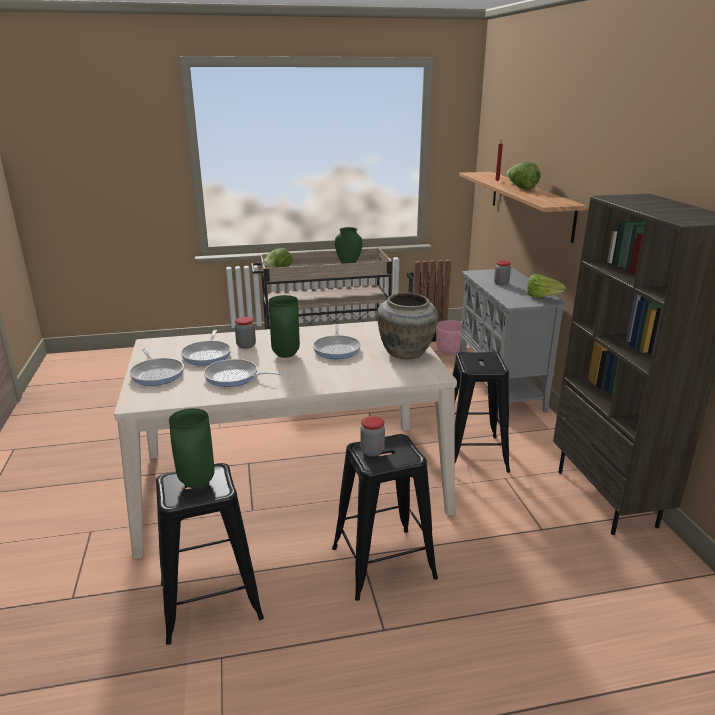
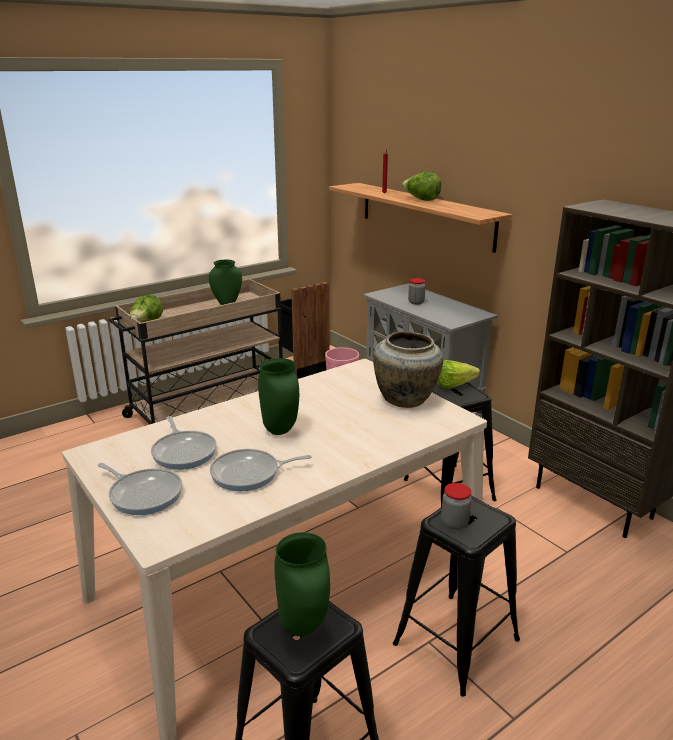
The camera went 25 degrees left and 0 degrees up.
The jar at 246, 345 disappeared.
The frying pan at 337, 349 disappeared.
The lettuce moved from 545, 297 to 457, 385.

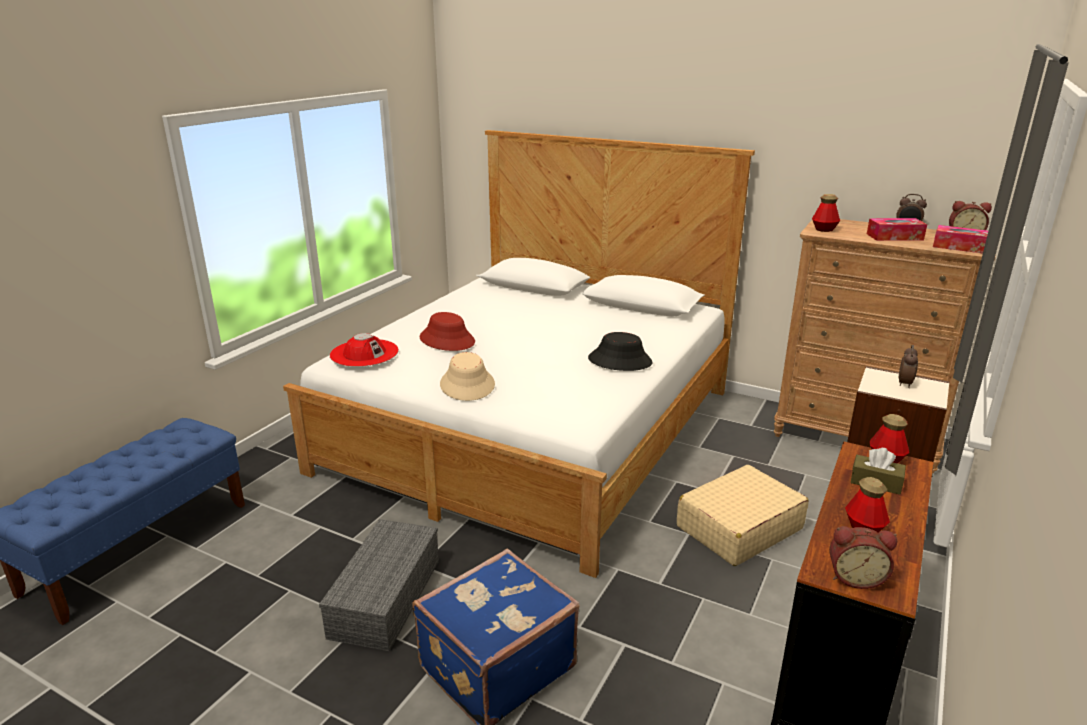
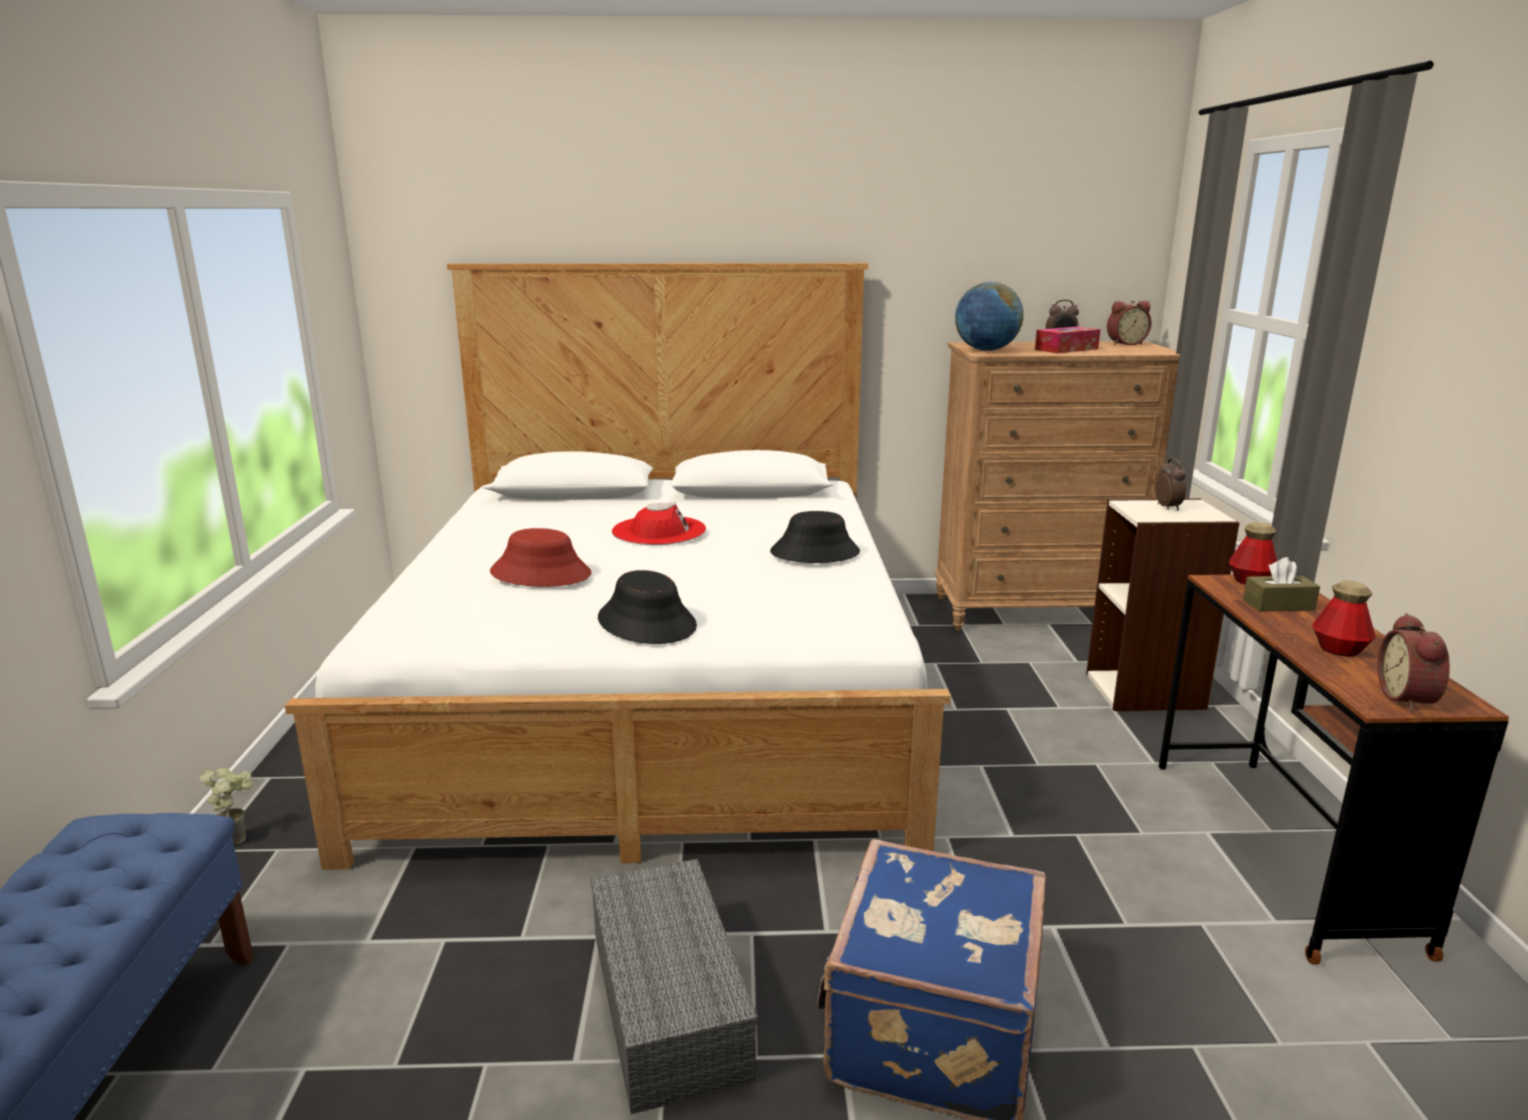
The camera went 30 degrees left and 5 degrees down.
The hat in red moved from 364, 353 to 659, 531.
The hat in beige at 467, 384 became the hat in black at 647, 622.
The suitcase in beige at 738, 527 disappeared.
The bottle at 824, 229 was replaced by the globe at 986, 350.
The alarm clock at 855, 577 turned 120 degrees clockwise.
The tissue box at 960, 247 disappeared.
The potted plant at 239, 836 appeared.

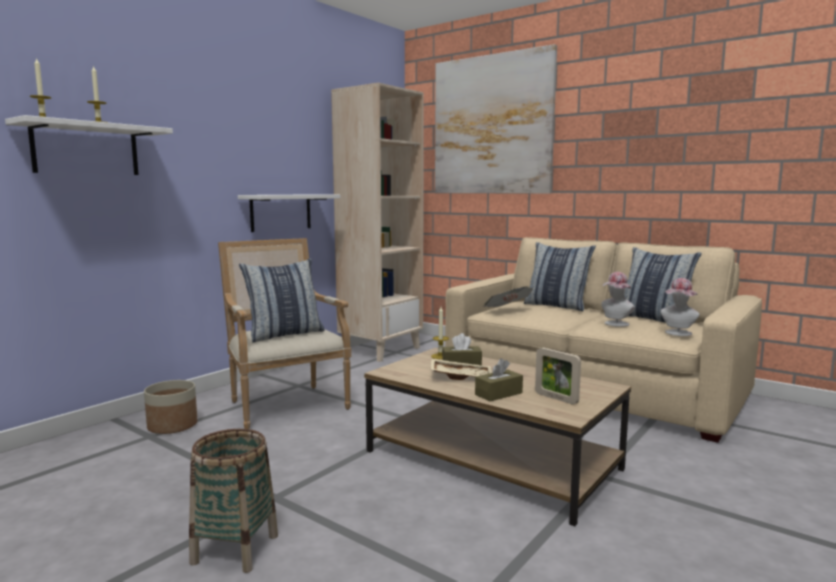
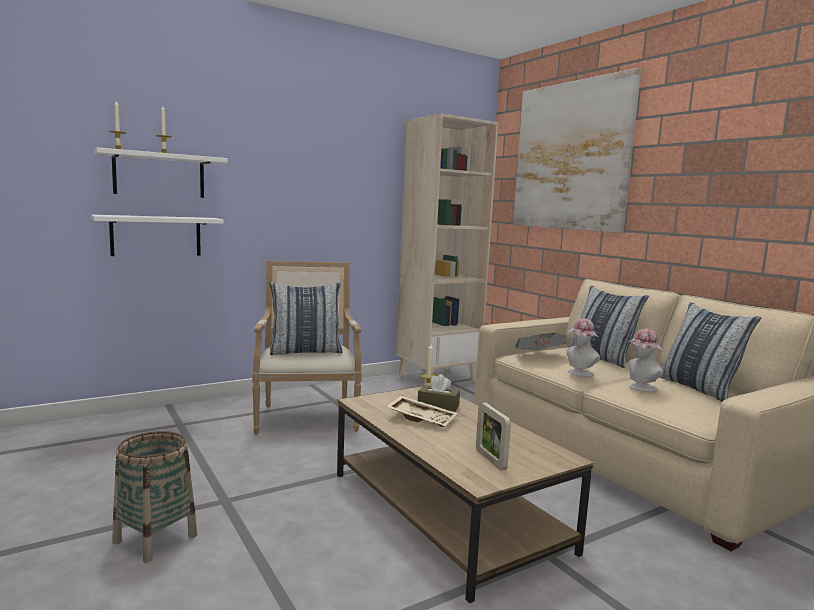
The camera went 20 degrees right and 0 degrees up.
The planter at 172, 425 disappeared.
The shelf in white moved from 281, 212 to 156, 236.
The tissue box in brown at 498, 394 disappeared.
The hat moved from 678, 333 to 579, 373.

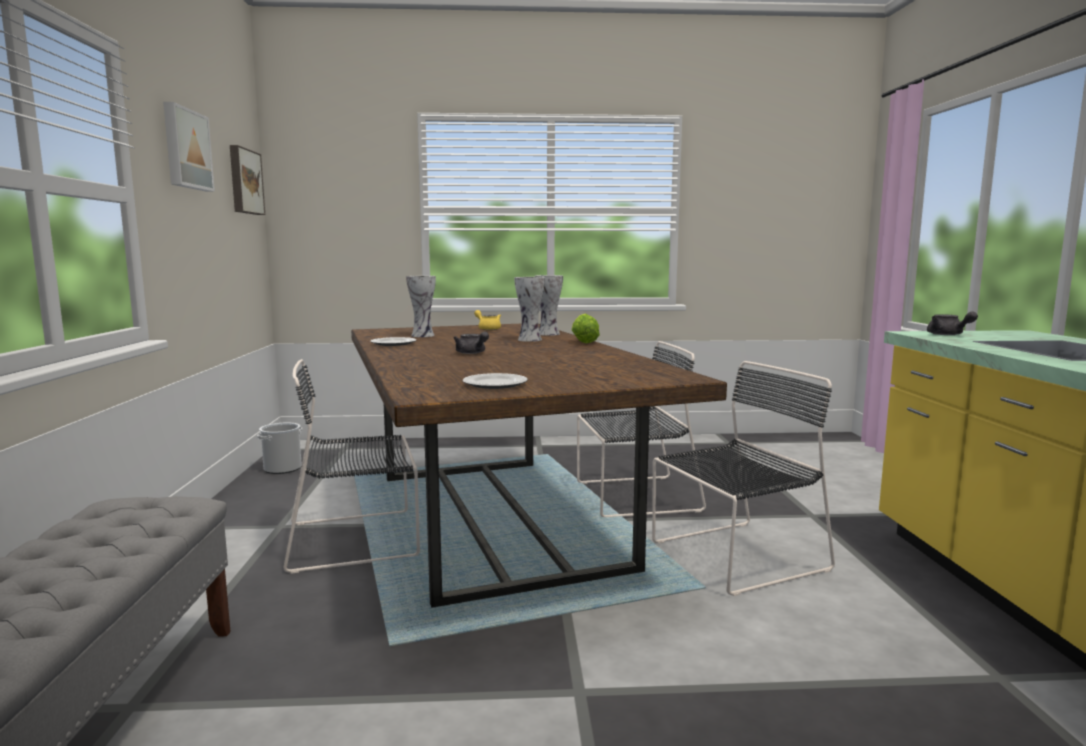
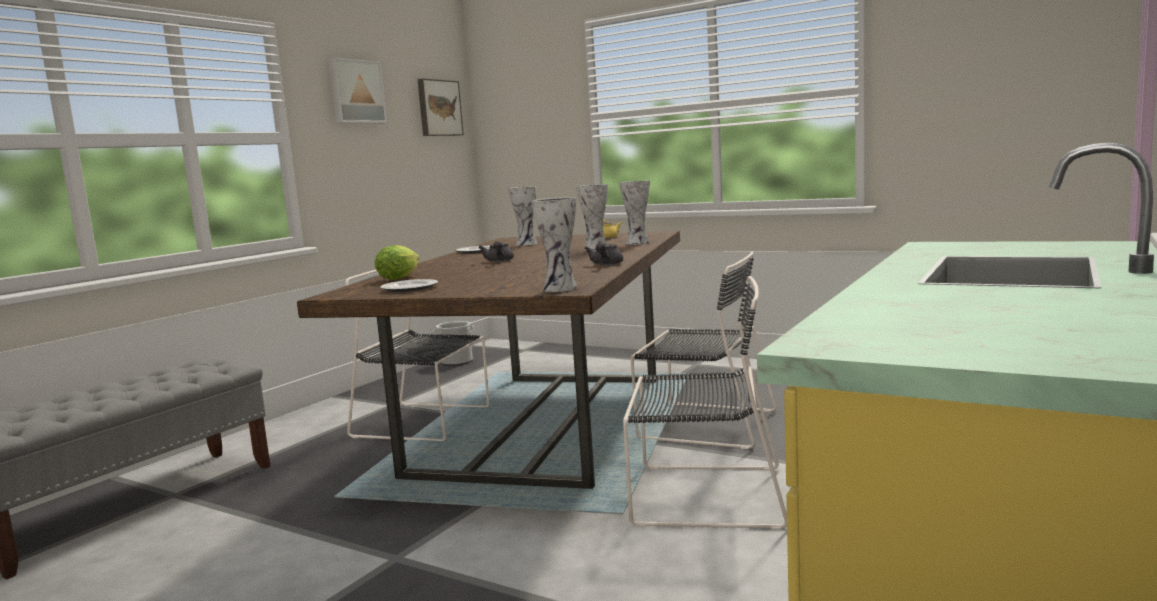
The camera went 35 degrees right and 0 degrees up.
The lettuce moved from 583, 342 to 401, 278.
The teapot in grey moved from 948, 335 to 605, 264.
The vase at 562, 288 appeared.

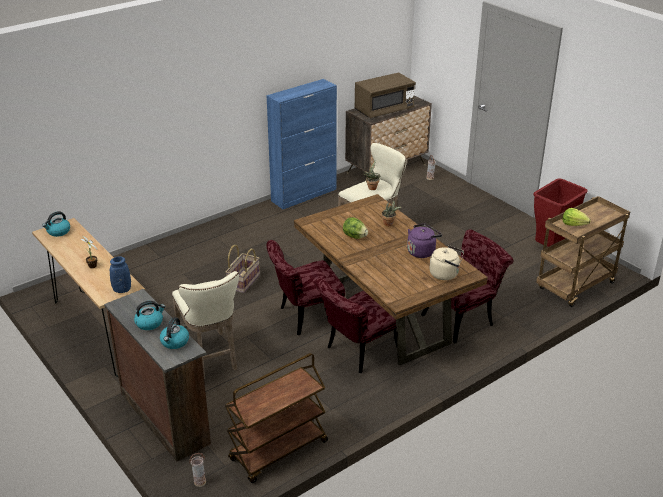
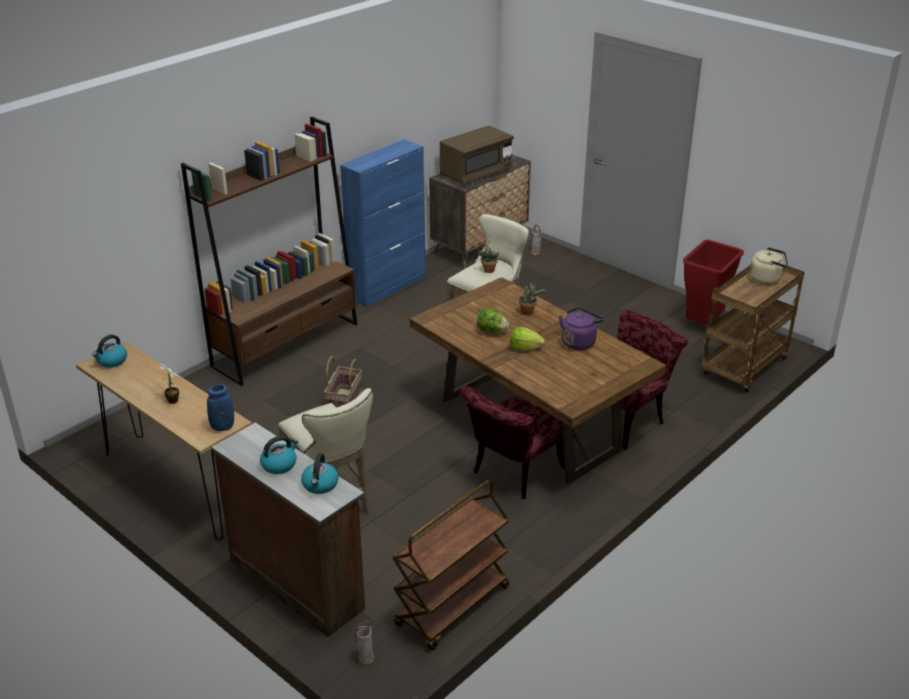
The camera went 10 degrees left and 0 degrees up.
The chair in red at 305, 317 disappeared.
The kettle in beige moved from 446, 274 to 767, 279.
The lettuce moved from 573, 224 to 525, 348.
The bookcase in brown at 286, 344 appeared.

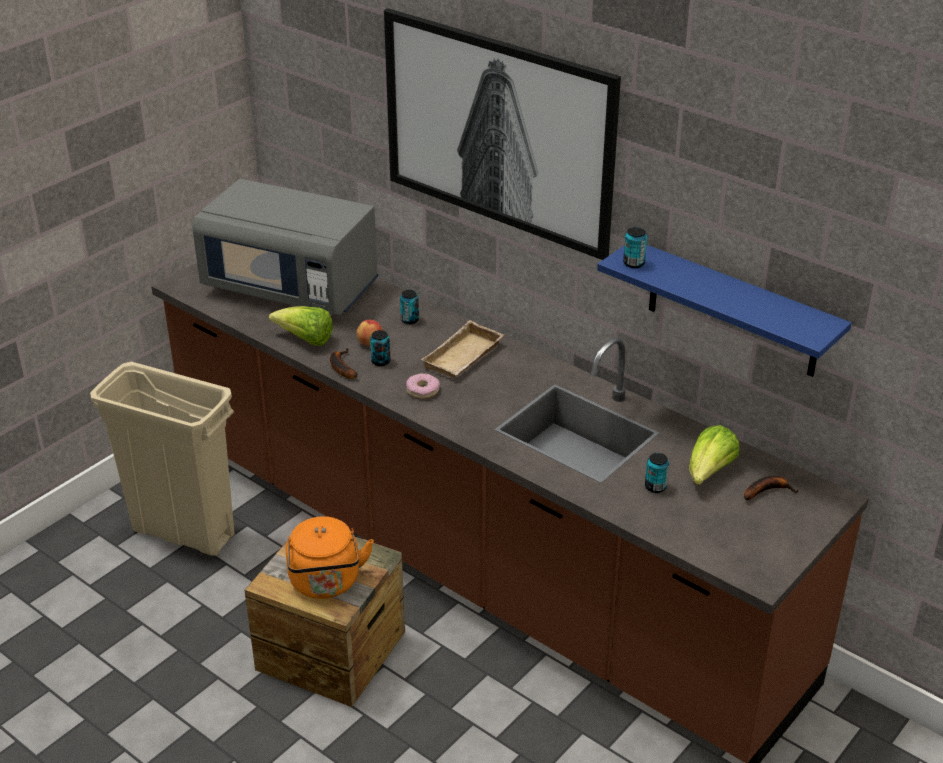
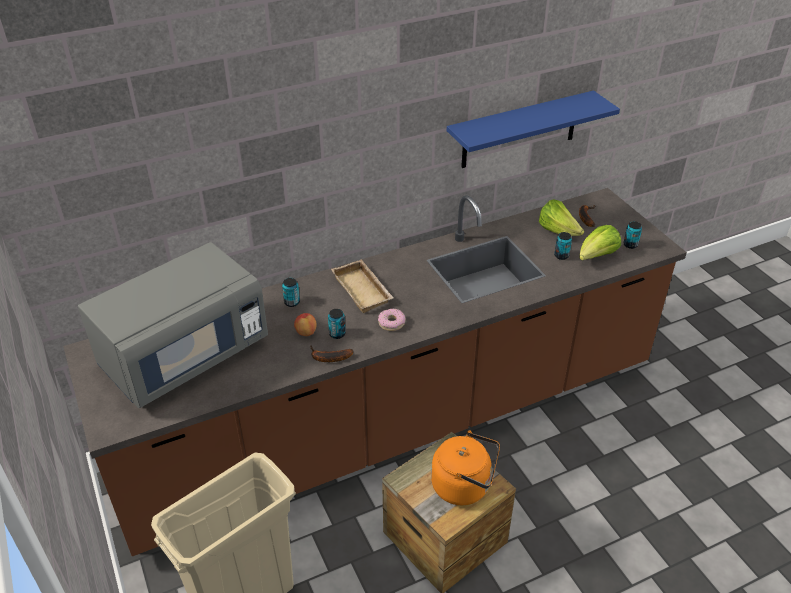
The camera went 65 degrees left and 5 degrees up.
The lettuce moved from 306, 340 to 596, 256.
The picture at 499, 130 disappeared.
The can moved from 633, 263 to 630, 245.

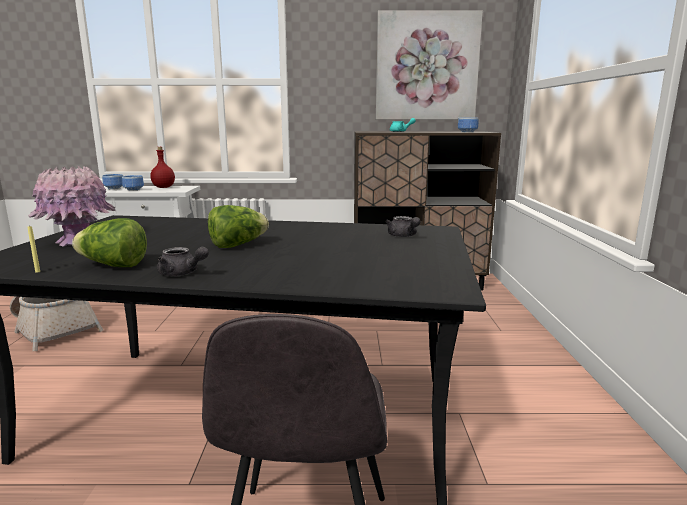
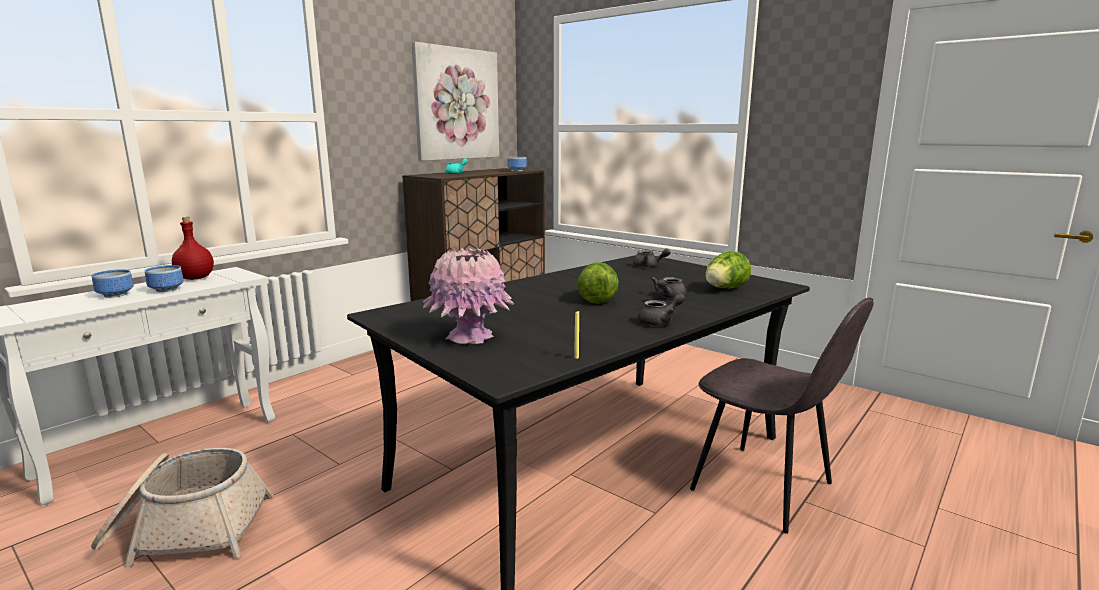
The camera went 50 degrees left and 0 degrees up.
The lettuce moved from 114, 266 to 724, 289.
The teapot in grey at 668, 297 appeared.

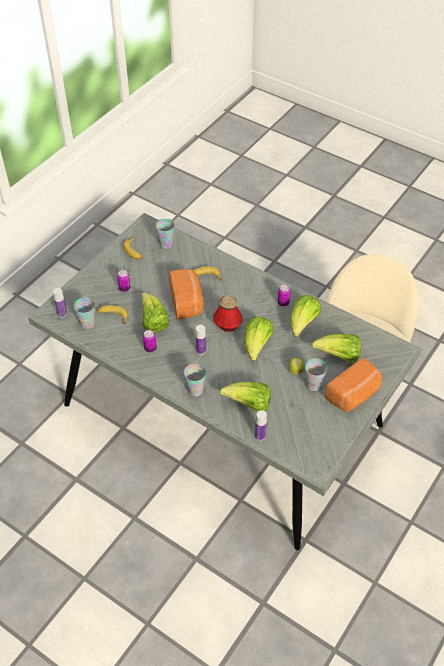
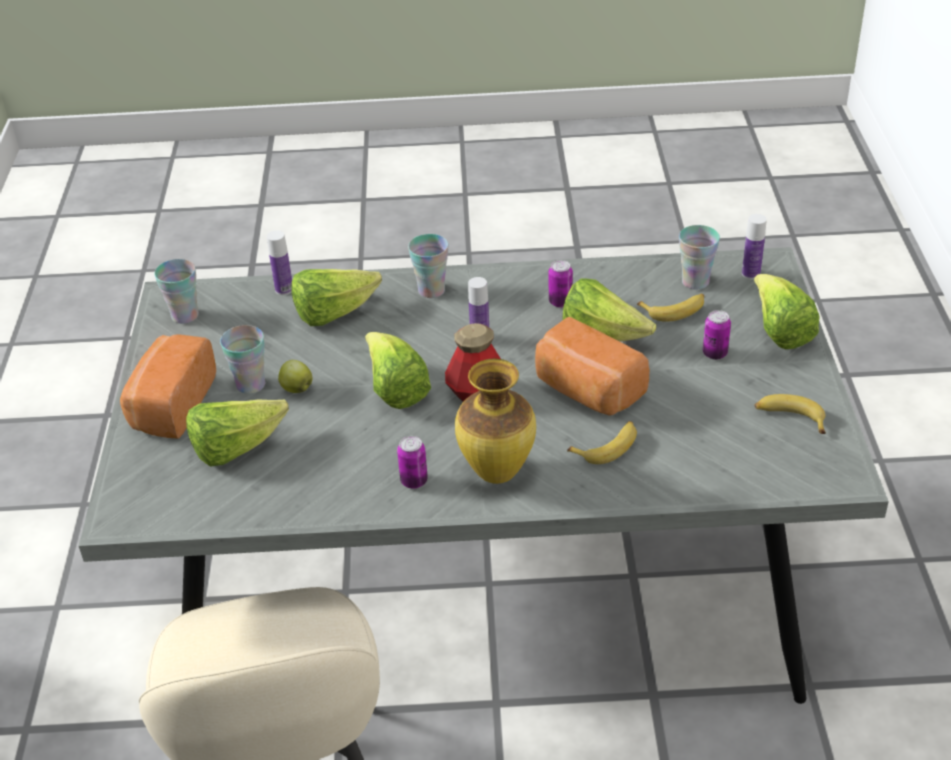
The camera went 145 degrees right and 10 degrees down.
The cup moved from 166, 244 to 185, 315.
The lettuce moved from 302, 324 to 780, 331.
The vase at 497, 474 appeared.

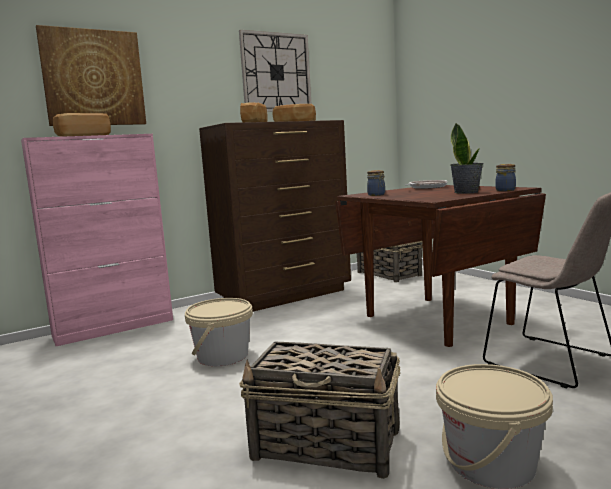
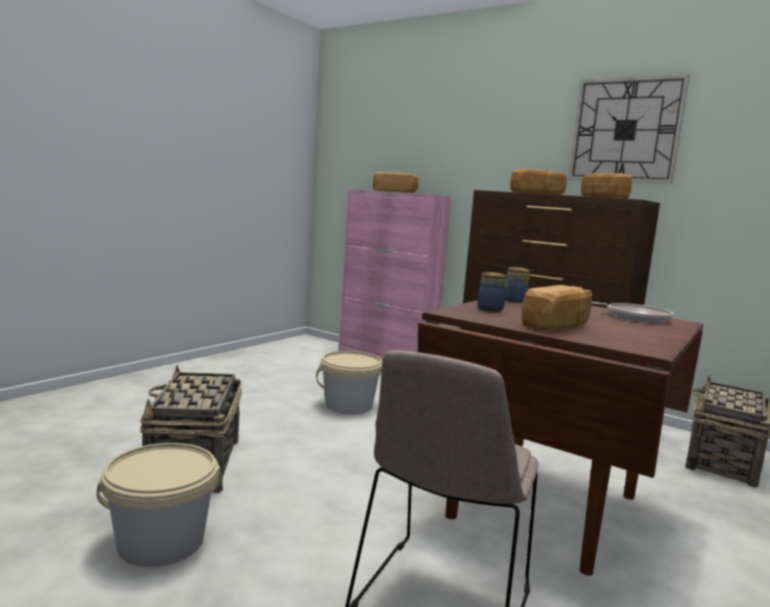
The camera went 65 degrees right and 0 degrees up.
The picture at 93, 78 disappeared.
The potted plant at 466, 192 was replaced by the bread at 558, 326.
The jar moved from 506, 190 to 491, 309.

